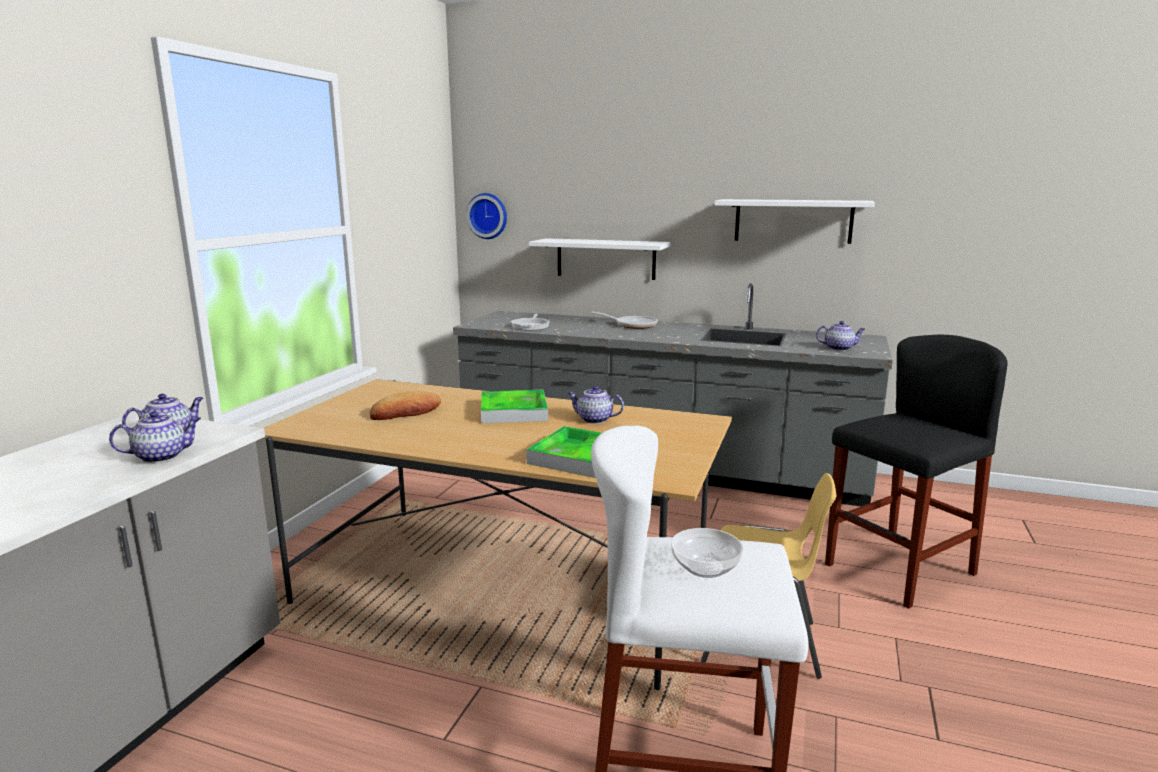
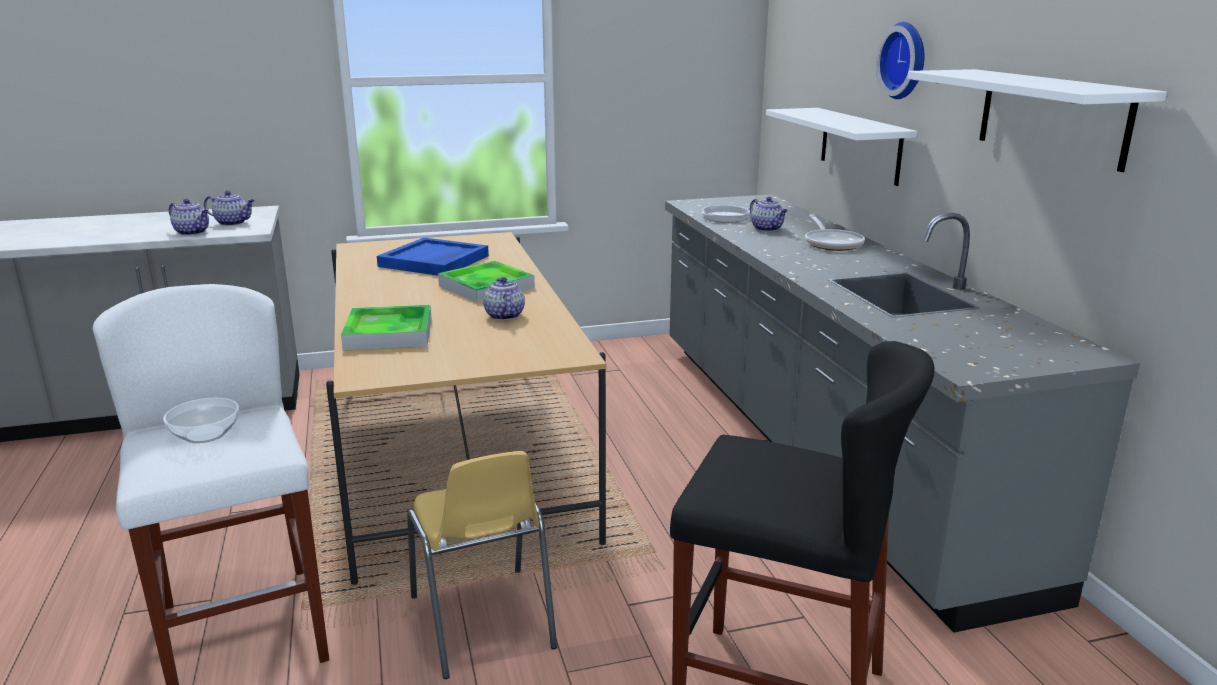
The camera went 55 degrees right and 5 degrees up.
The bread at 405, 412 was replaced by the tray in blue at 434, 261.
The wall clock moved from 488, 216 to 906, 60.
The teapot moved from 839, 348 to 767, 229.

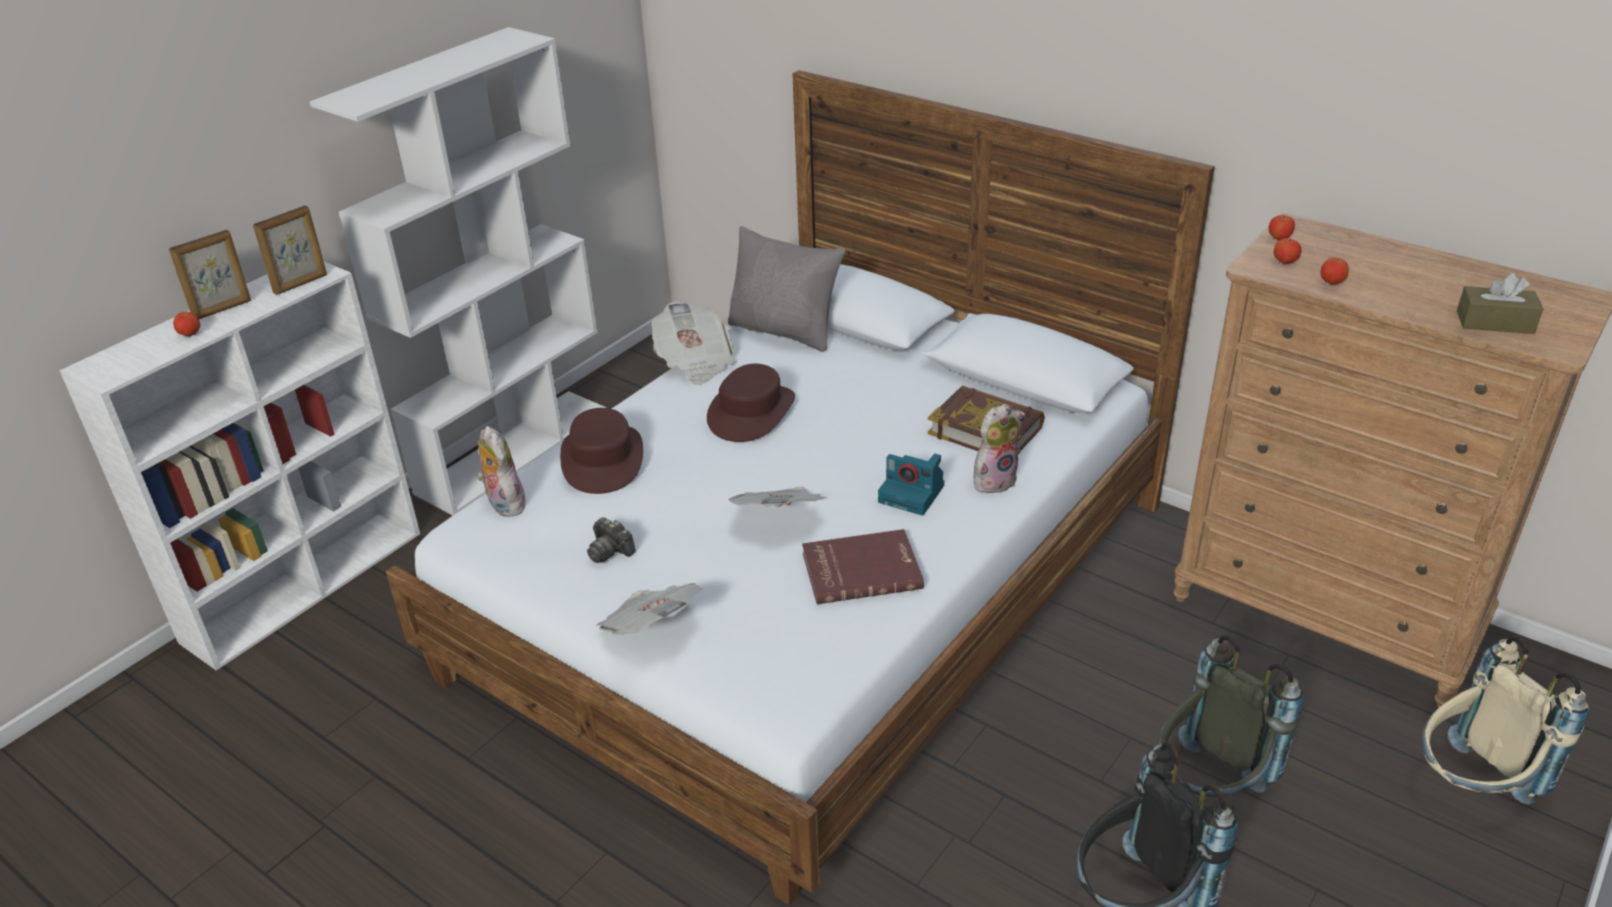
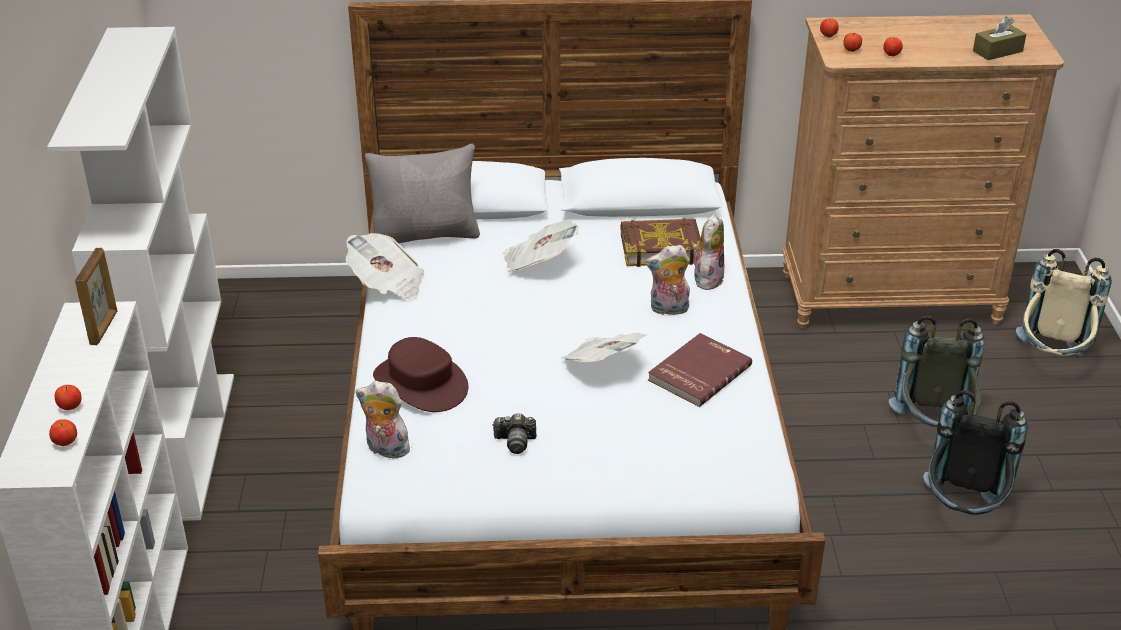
The camera went 40 degrees left and 0 degrees up.
The picture frame at 223, 309 disappeared.
The newspaper moved from 651, 628 to 538, 262.
The hat in brown at 751, 412 disappeared.
The photo camera at 913, 494 was replaced by the plush toy at 668, 310.
The apple at 65, 443 appeared.

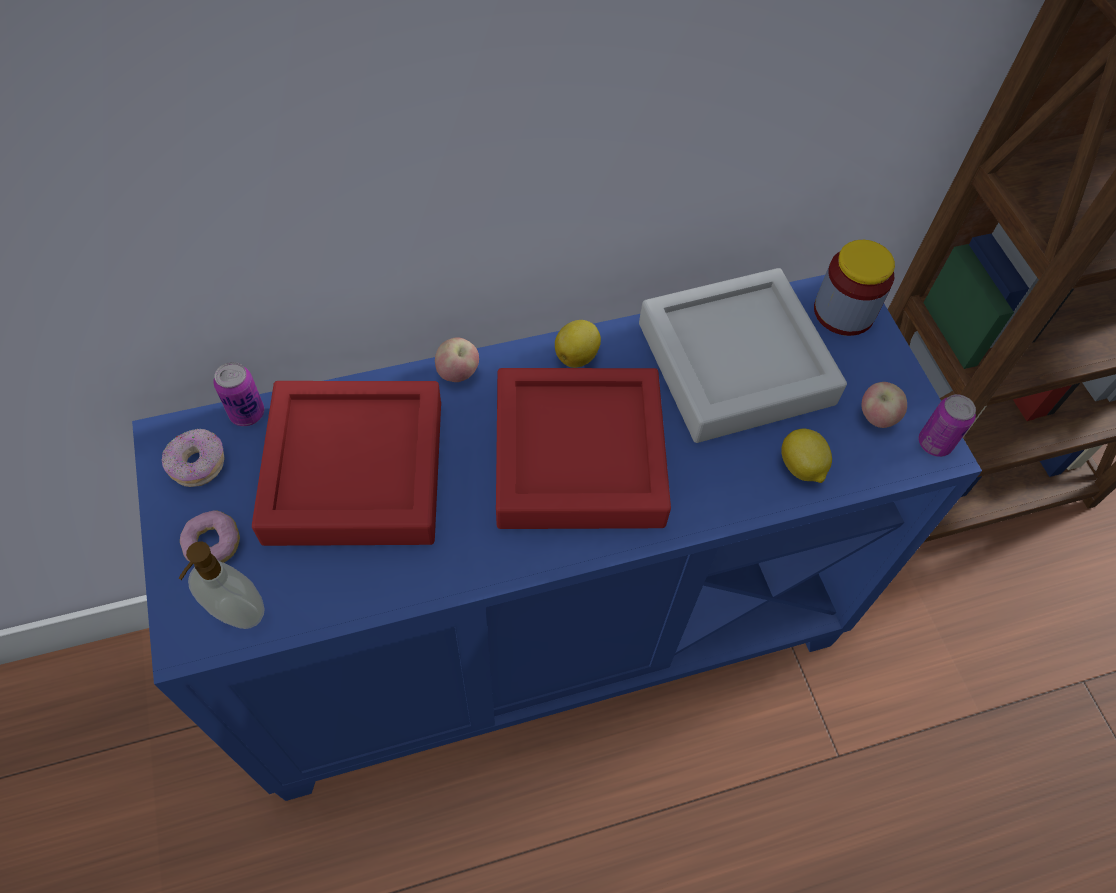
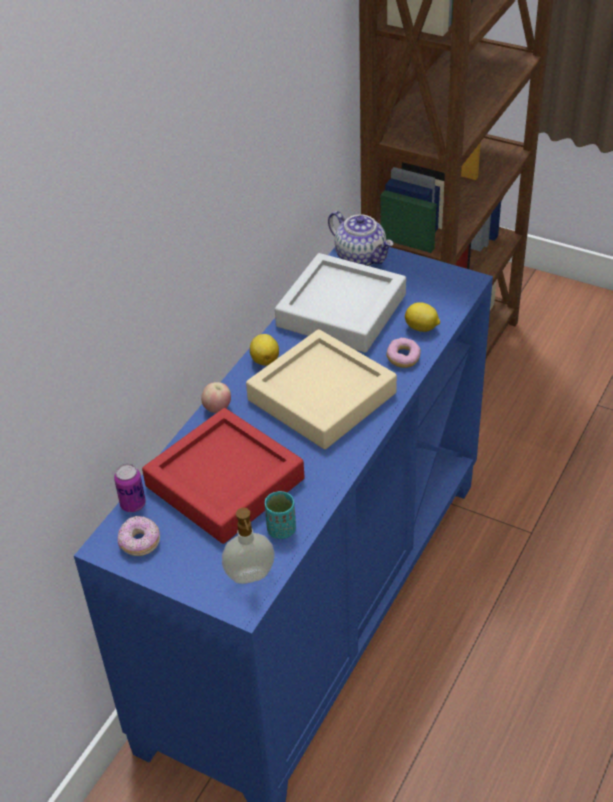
The camera went 40 degrees left and 15 degrees down.
The donut moved from 213, 545 to 403, 358.
The tray in red at 578, 456 became the tray in beige at 322, 396.
The jar at 843, 312 was replaced by the teapot at 361, 257.
The apple at 876, 417 disappeared.
The can at 934, 443 disappeared.
The cup in turquoise at 281, 529 appeared.

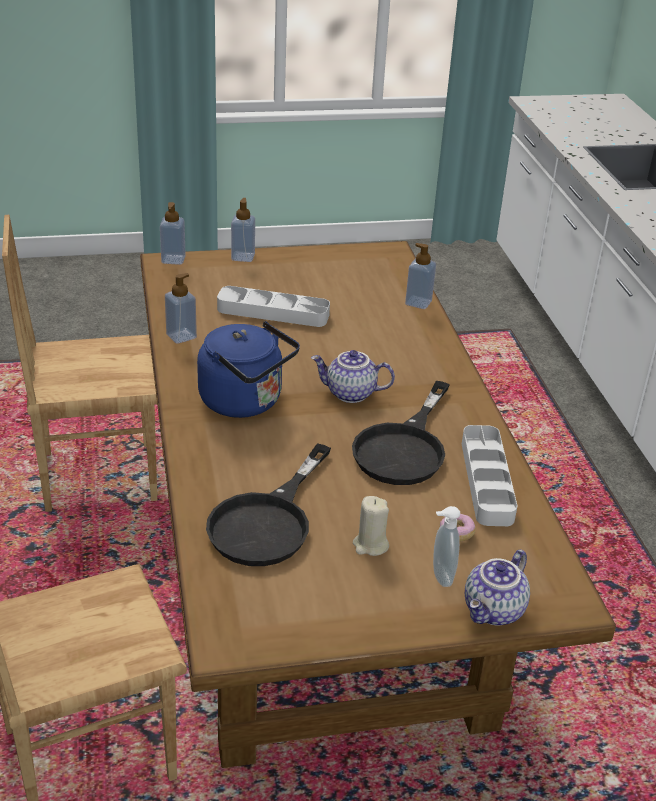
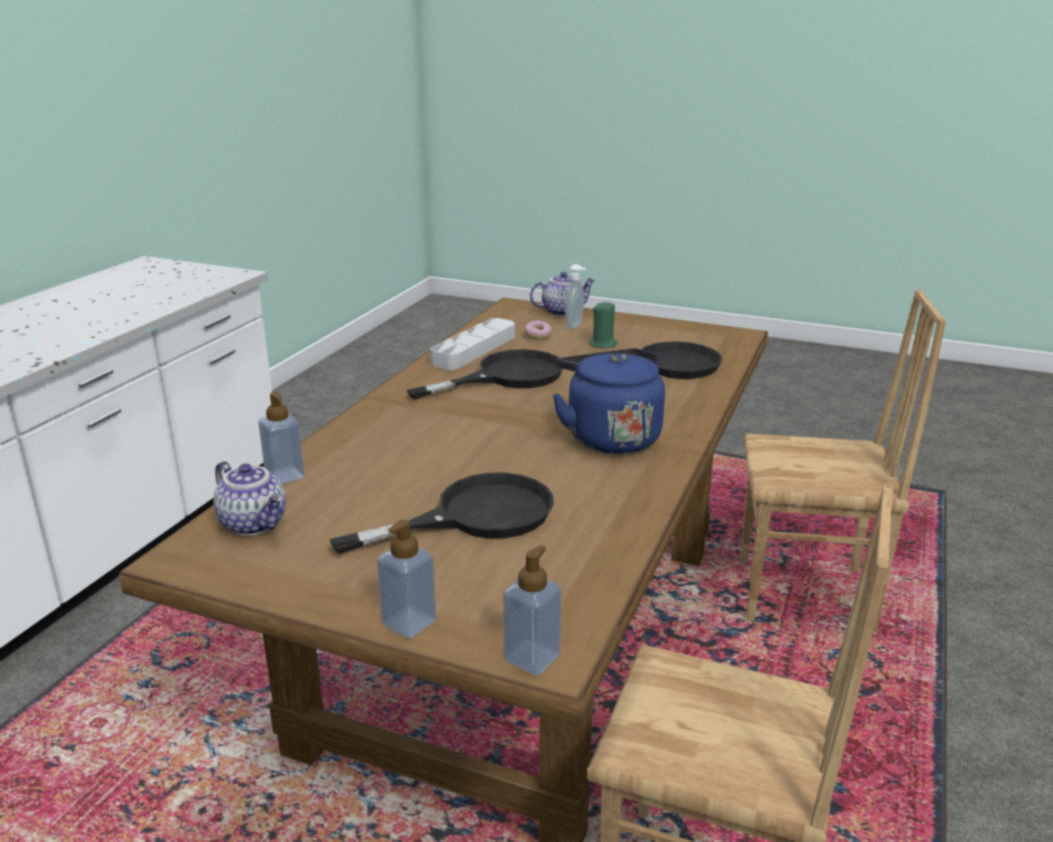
The camera went 145 degrees left and 10 degrees down.
The soap dispenser at 181, 336 disappeared.
The tray in grey at 273, 312 was replaced by the frying pan in black at 475, 516.
The teapot moved from 350, 394 to 255, 523.
The candle in beige at 370, 545 became the candle in green at 603, 344.

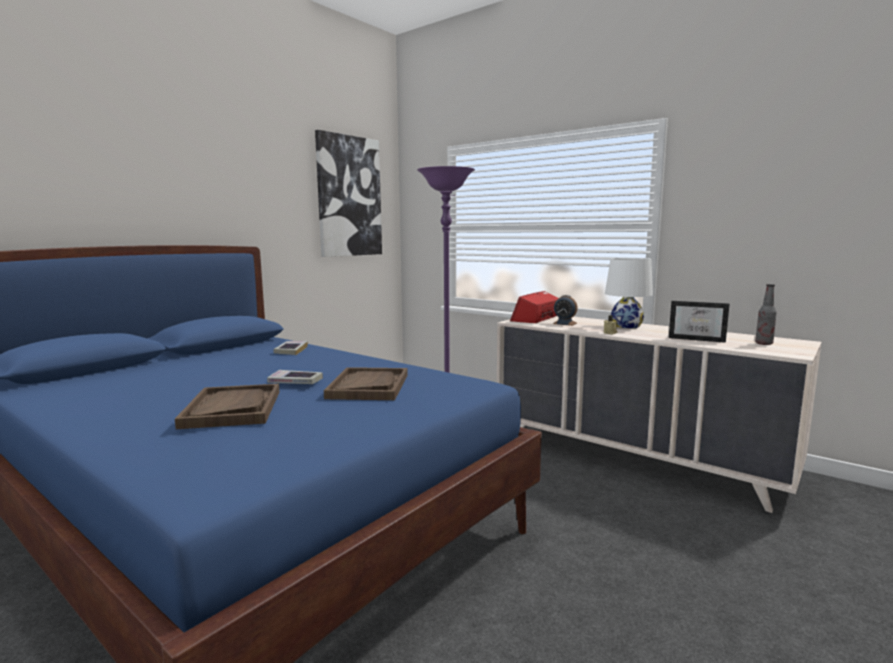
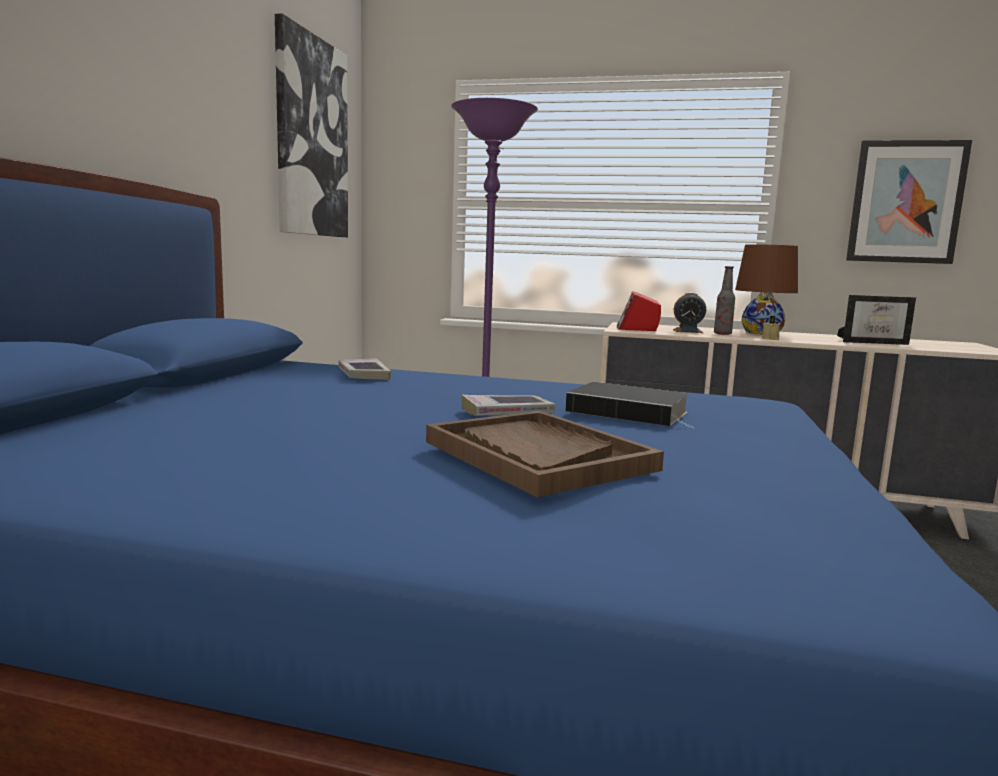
The camera went 25 degrees left and 0 degrees up.
The tray in brown at 368, 386 was replaced by the book at 631, 412.
The table lamp in white at 626, 326 became the table lamp in brown at 762, 333.
The bottle moved from 764, 343 to 722, 334.
The picture at 905, 202 appeared.

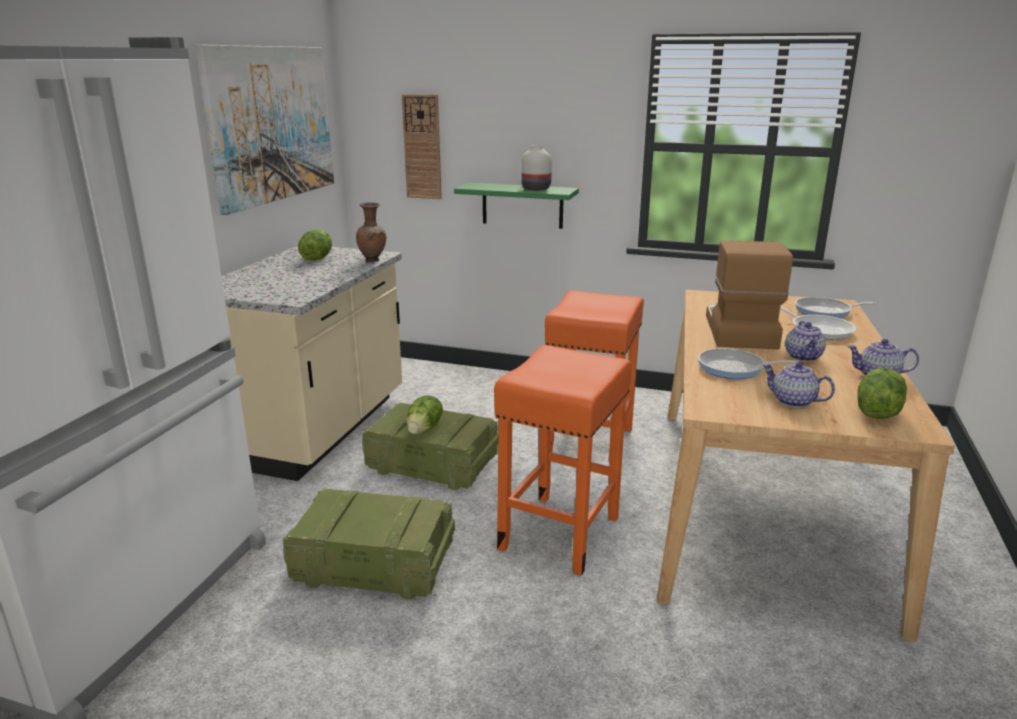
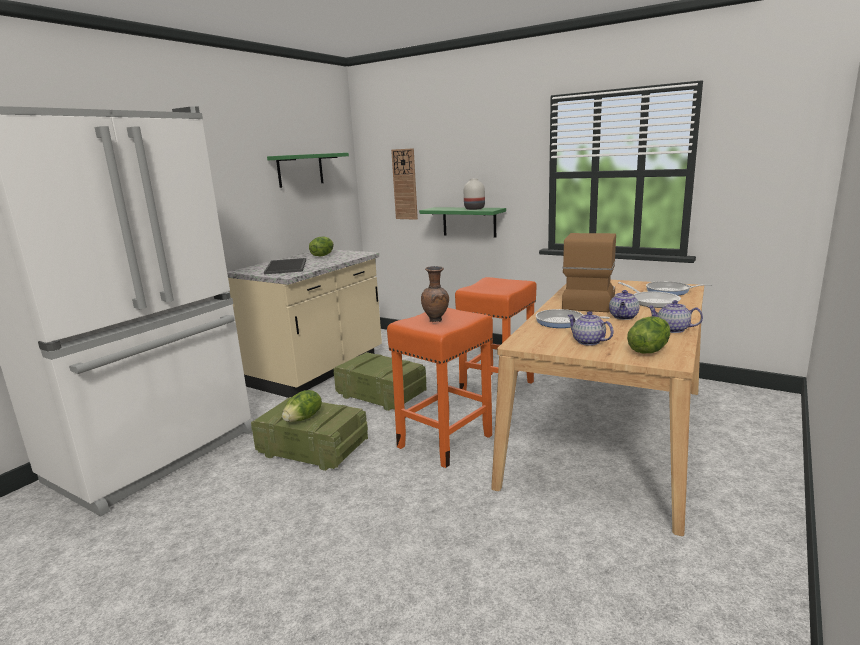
The camera went 15 degrees right and 5 degrees down.
The picture at 272, 124 was replaced by the shelf in green at 300, 170.
The vase in brown moved from 373, 261 to 436, 320.
The lettuce moved from 425, 429 to 304, 418.
The tray at 287, 266 appeared.

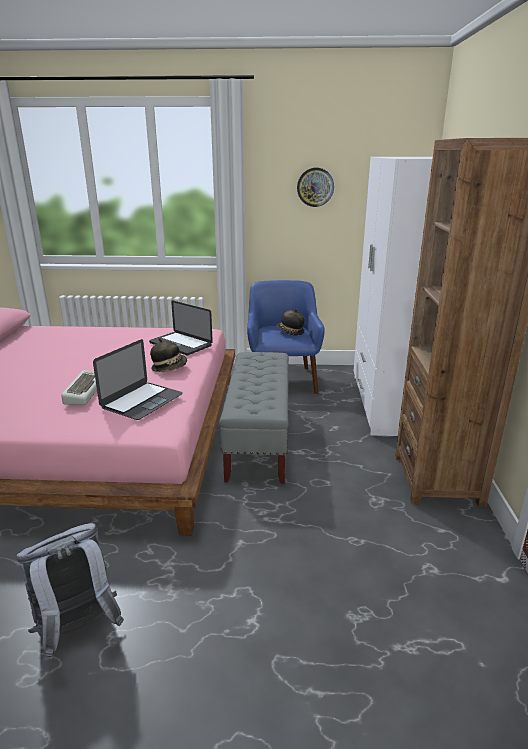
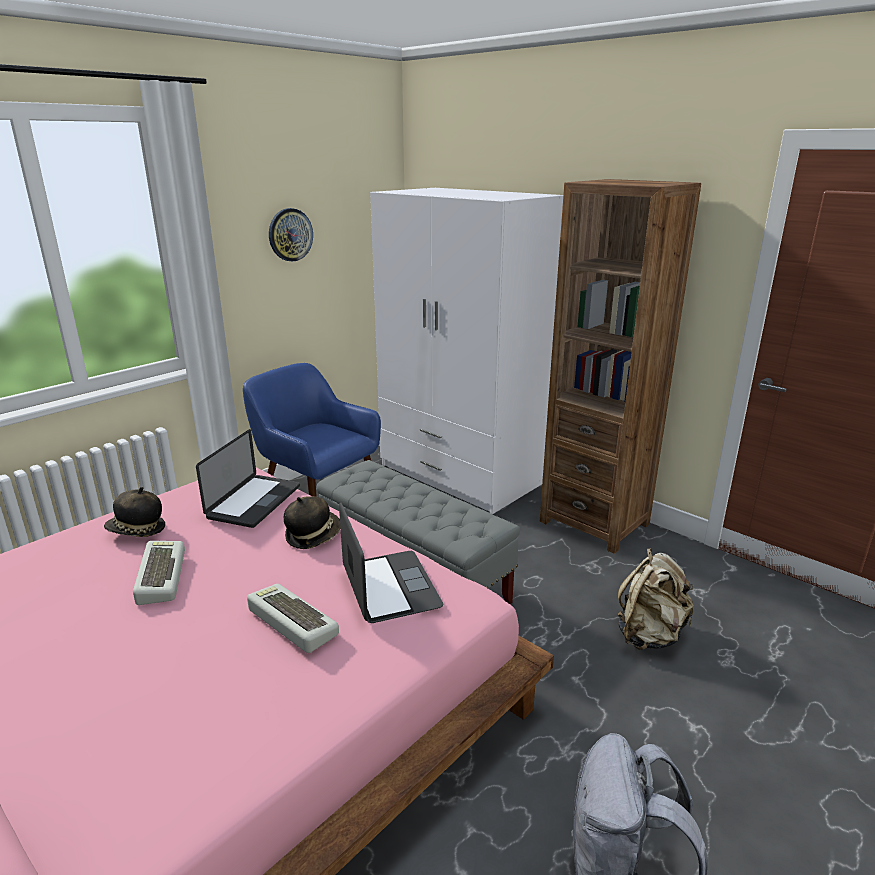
The camera went 50 degrees left and 0 degrees up.
The laptop at 180, 344 turned 60 degrees counterclockwise.
The hat moved from 290, 332 to 137, 531.
The keyboard at 159, 576 appeared.
The backpack in beige at 649, 635 appeared.

